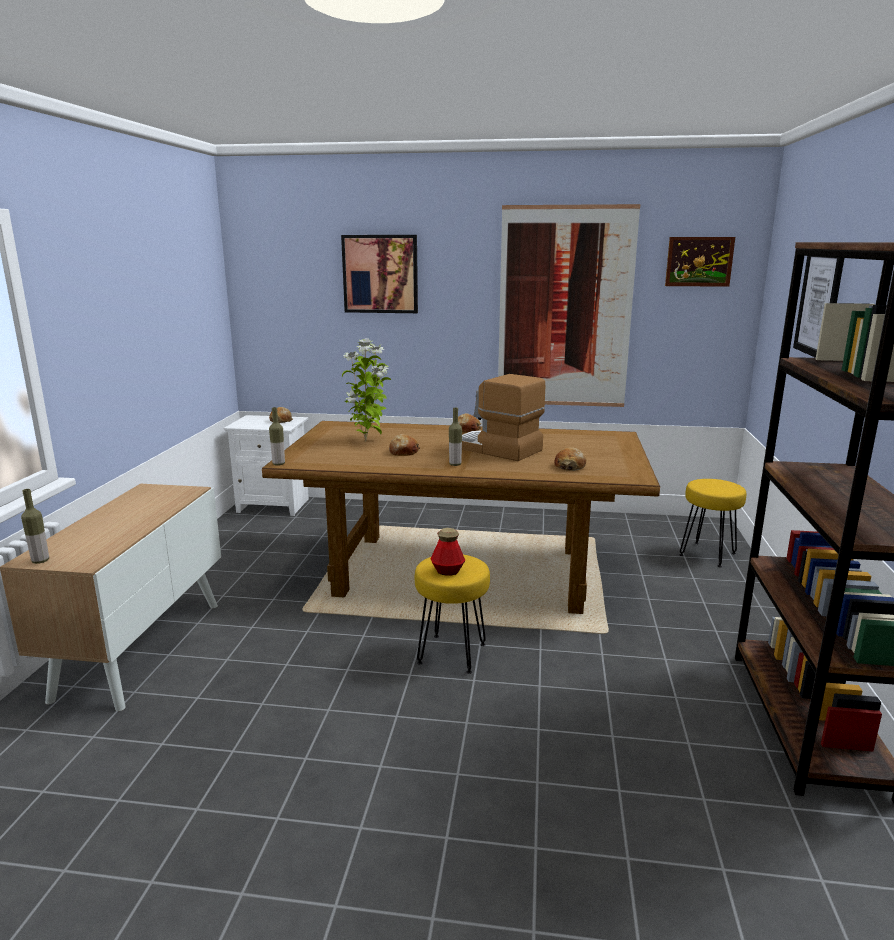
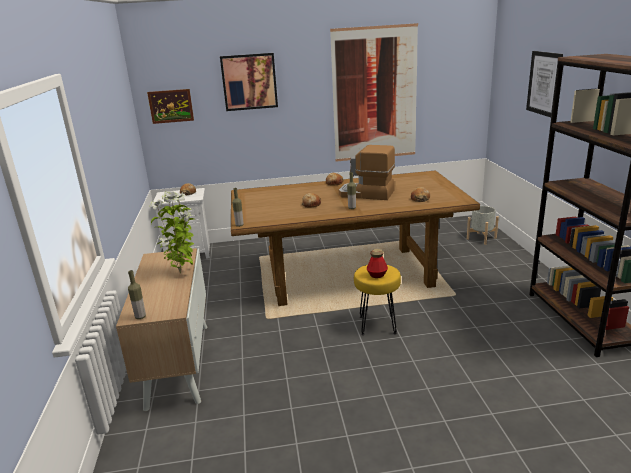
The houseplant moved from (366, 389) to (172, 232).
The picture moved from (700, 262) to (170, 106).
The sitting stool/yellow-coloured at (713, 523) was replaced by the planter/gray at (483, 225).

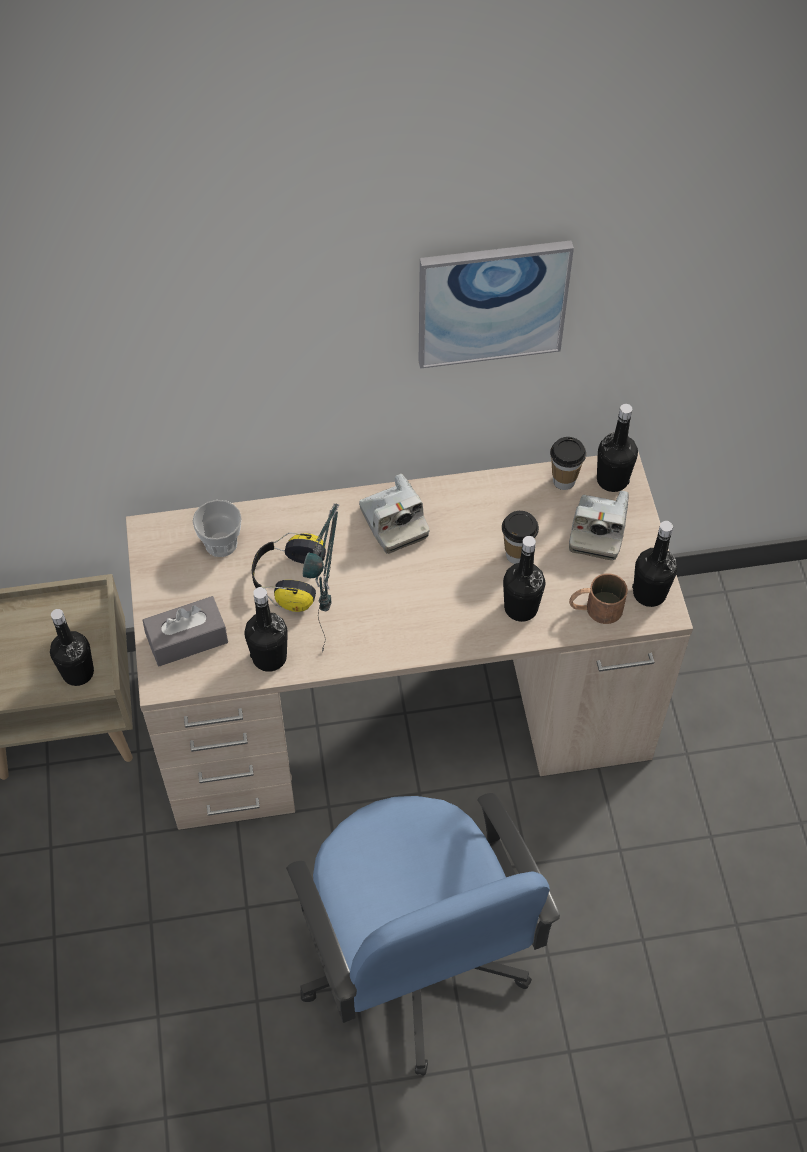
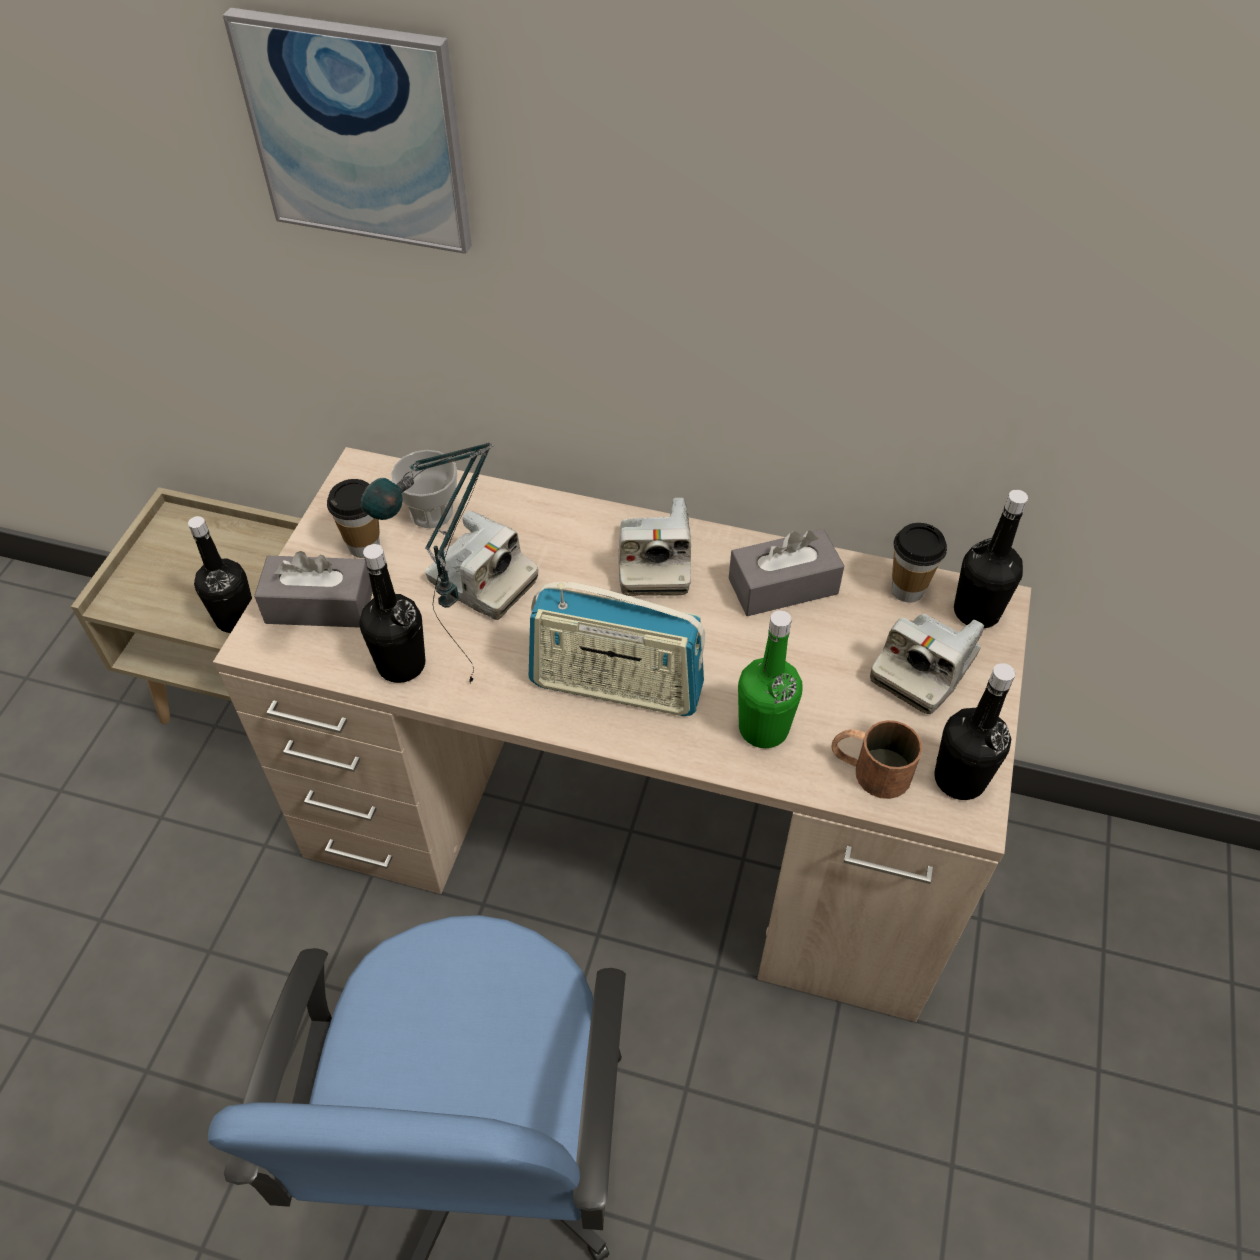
The radio set at (617, 649) appeared.
The box of tissues/gray at (786, 572) appeared.
The picture moved from (496, 304) to (347, 131).
The drinking cup moved from (520, 537) to (353, 518).
The headphones at (289, 572) was replaced by the still camera at (481, 565).
The drink bottle/black at (524, 579) became the drink bottle/green at (770, 679).

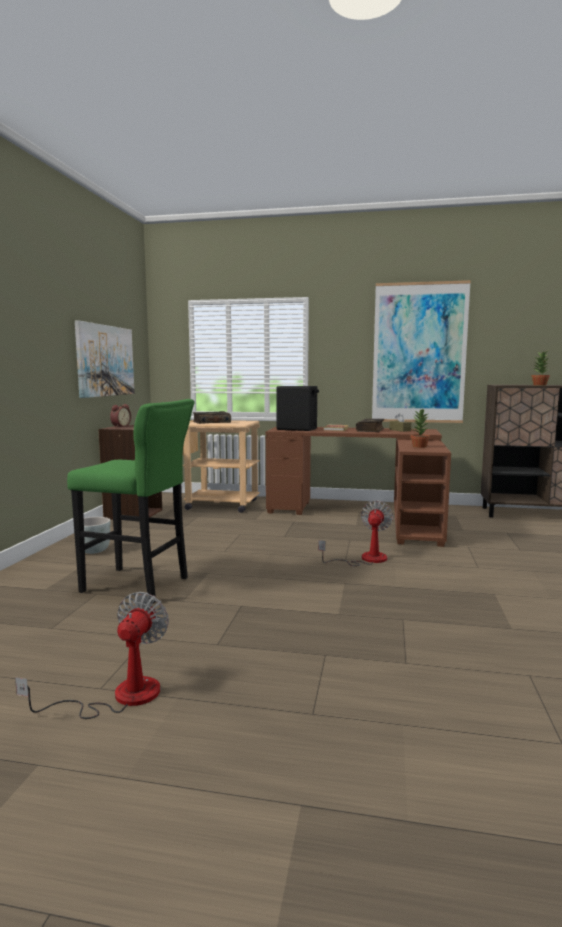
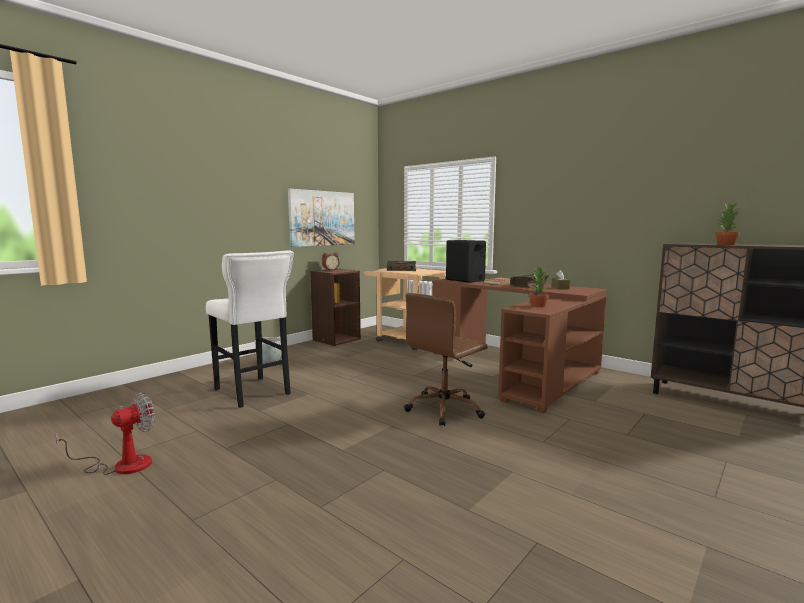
The picture at (421, 351) disappeared.
The fan at (355, 533) was replaced by the desk chair/brown-coloured at (446, 359).
The sitting stool/green at (131, 501) became the sitting stool/white-coloured at (250, 329).

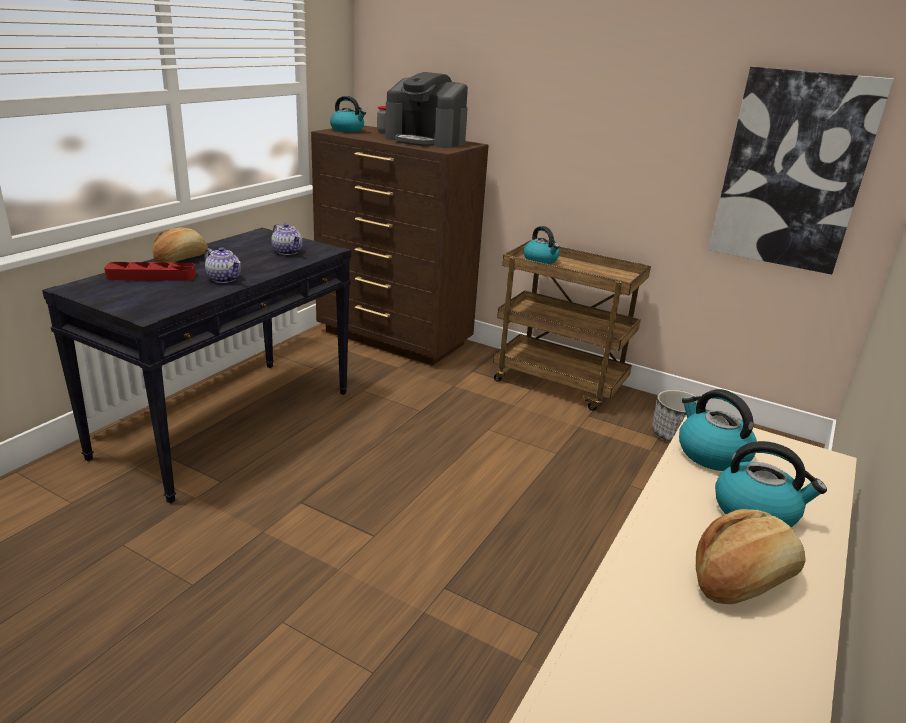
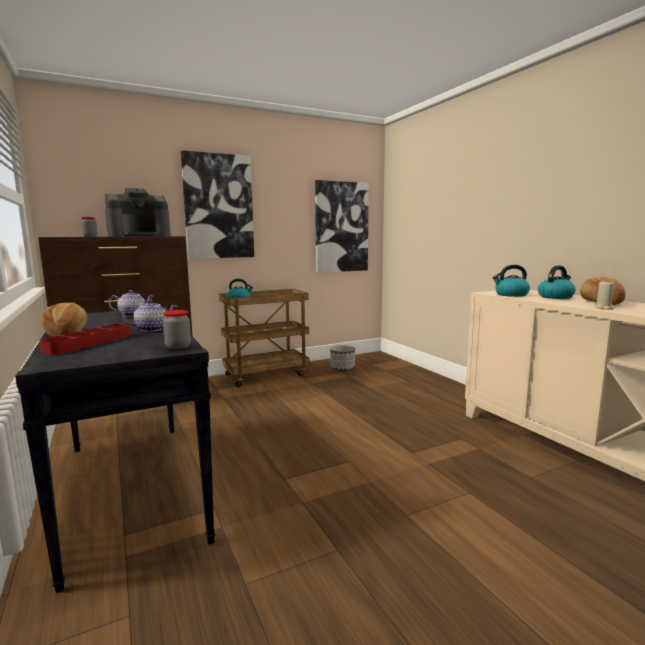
The tea kettle at (348, 114) disappeared.
The preserve jar at (177, 330) appeared.
The picture at (217, 204) appeared.
The wax light/sand-coloured at (604, 296) appeared.

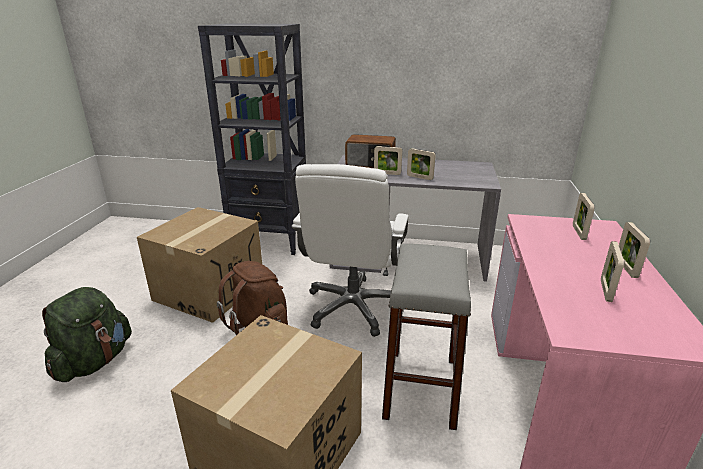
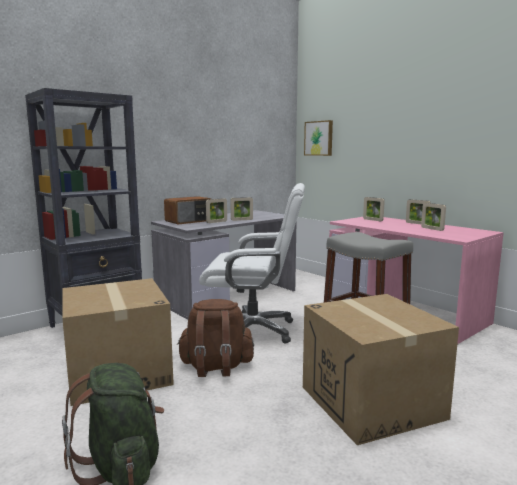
The picture at (318, 138) appeared.
The desk chair/white-coloured at (350, 250) turned 45 degrees counterclockwise.

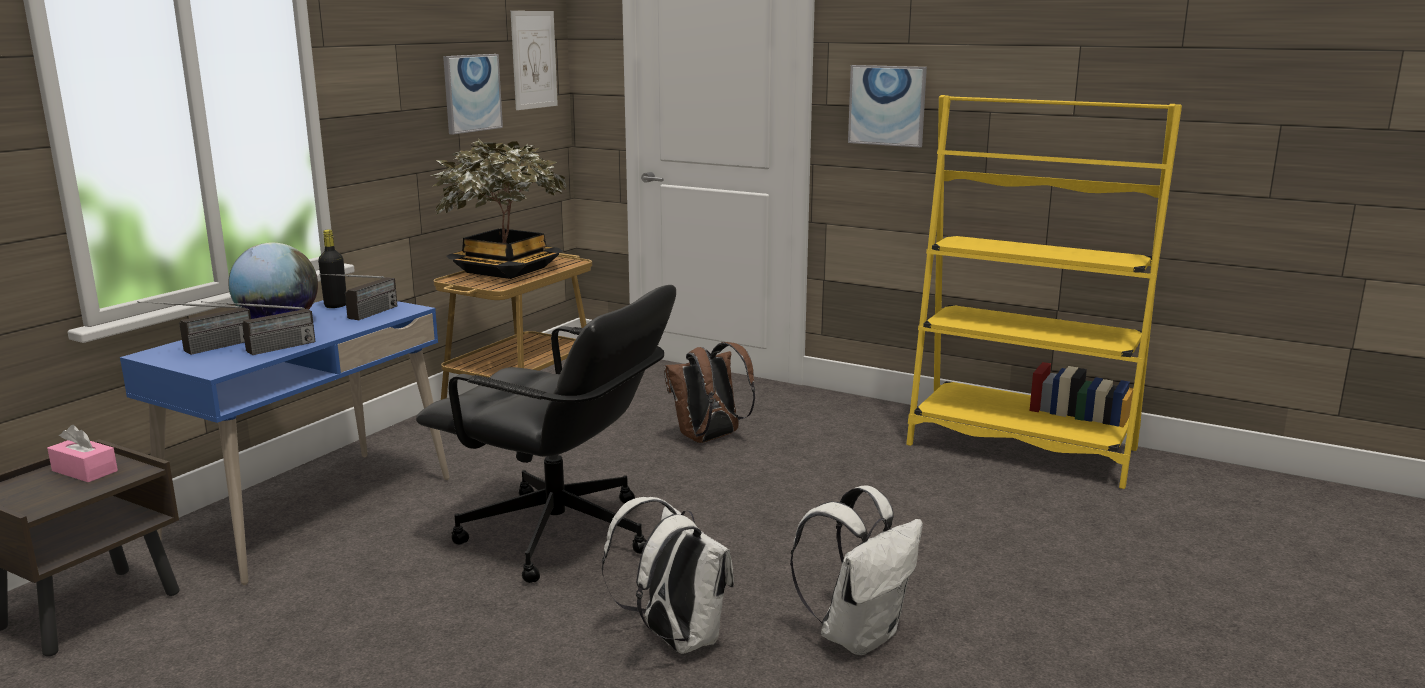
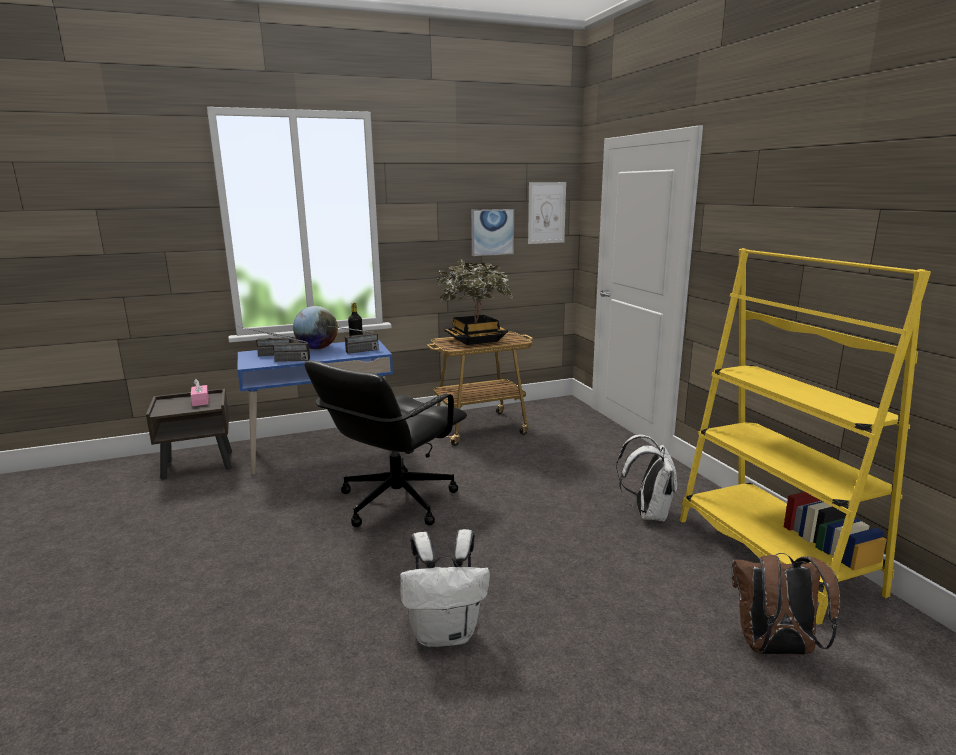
The picture at (887, 106) disappeared.
The rucksack/white-coloured moved from (668, 575) to (646, 478).
The rucksack/brown-coloured moved from (709, 392) to (786, 604).
The desk chair/black at (546, 434) turned 60 degrees clockwise.

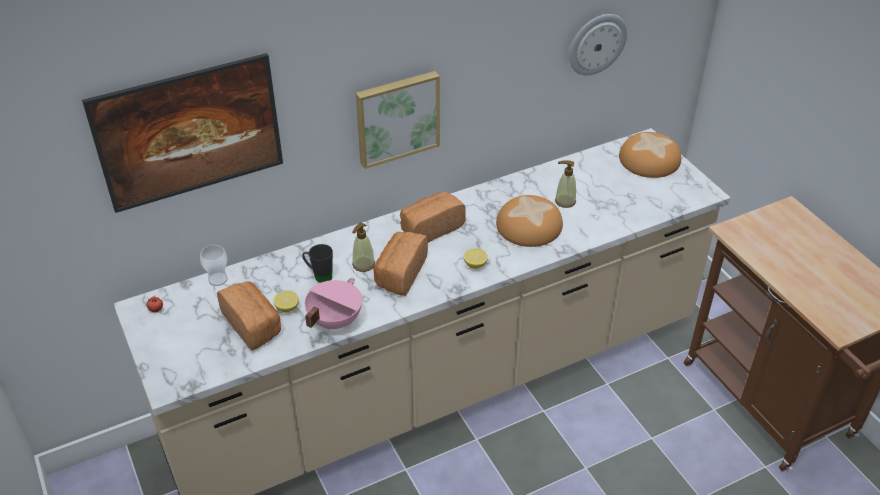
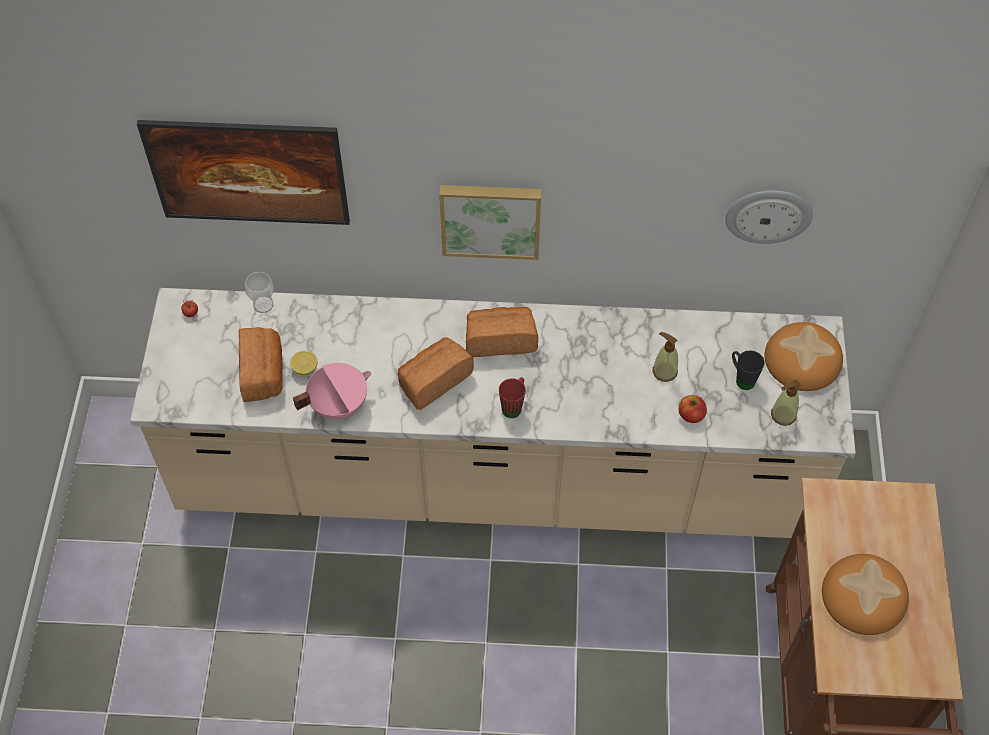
The whole apple at (692, 409) appeared.
The mug/black moved from (317, 263) to (748, 370).
The soap bottle moved from (363, 247) to (786, 402).
The bakery bread moved from (529, 221) to (865, 594).
The citrus fruit at (476, 258) was replaced by the mug/red at (512, 397).

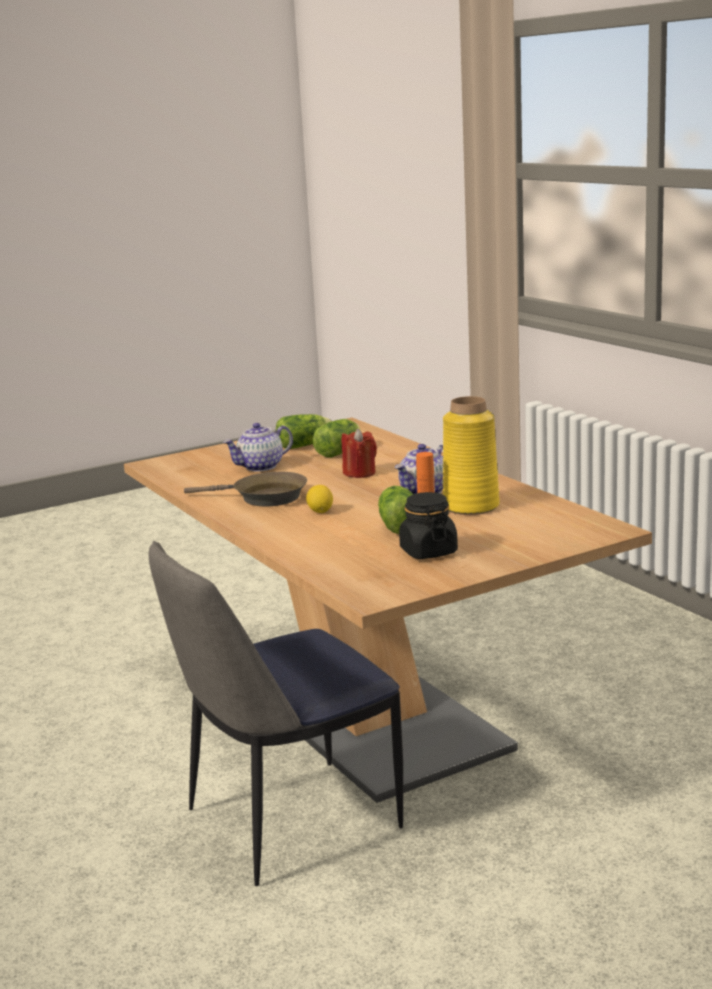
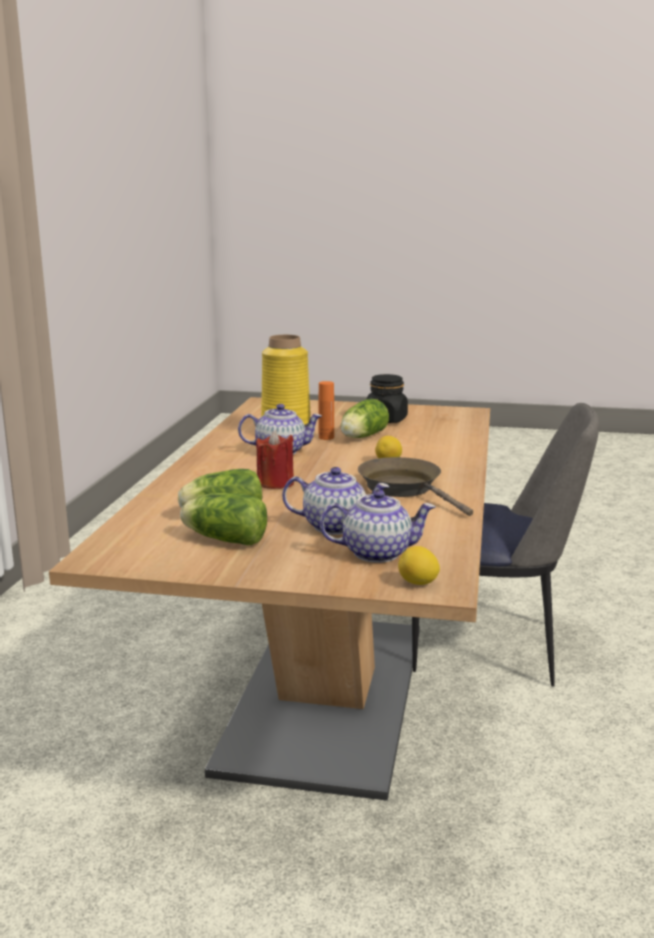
The pot for tea at (377, 526) appeared.
The citrus fruit at (419, 565) appeared.

